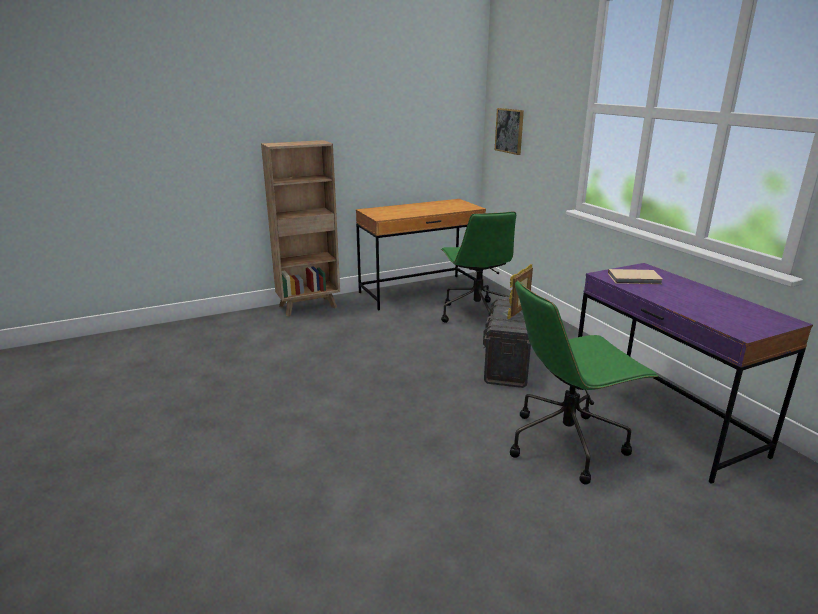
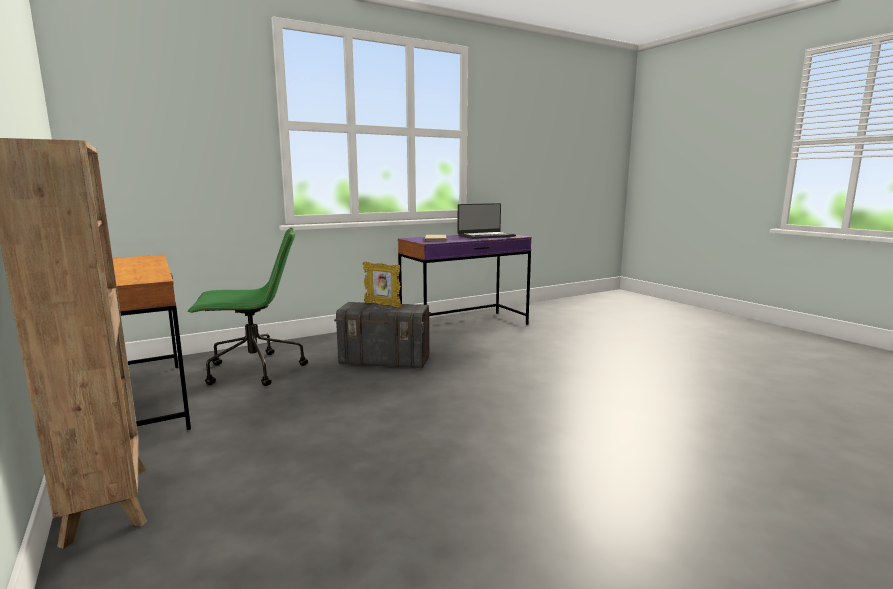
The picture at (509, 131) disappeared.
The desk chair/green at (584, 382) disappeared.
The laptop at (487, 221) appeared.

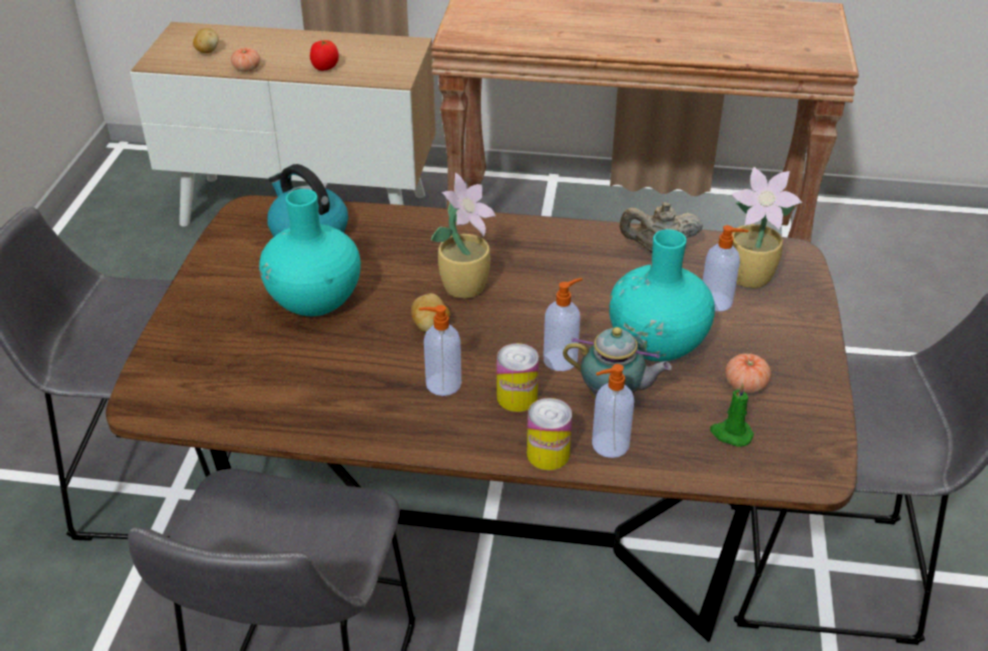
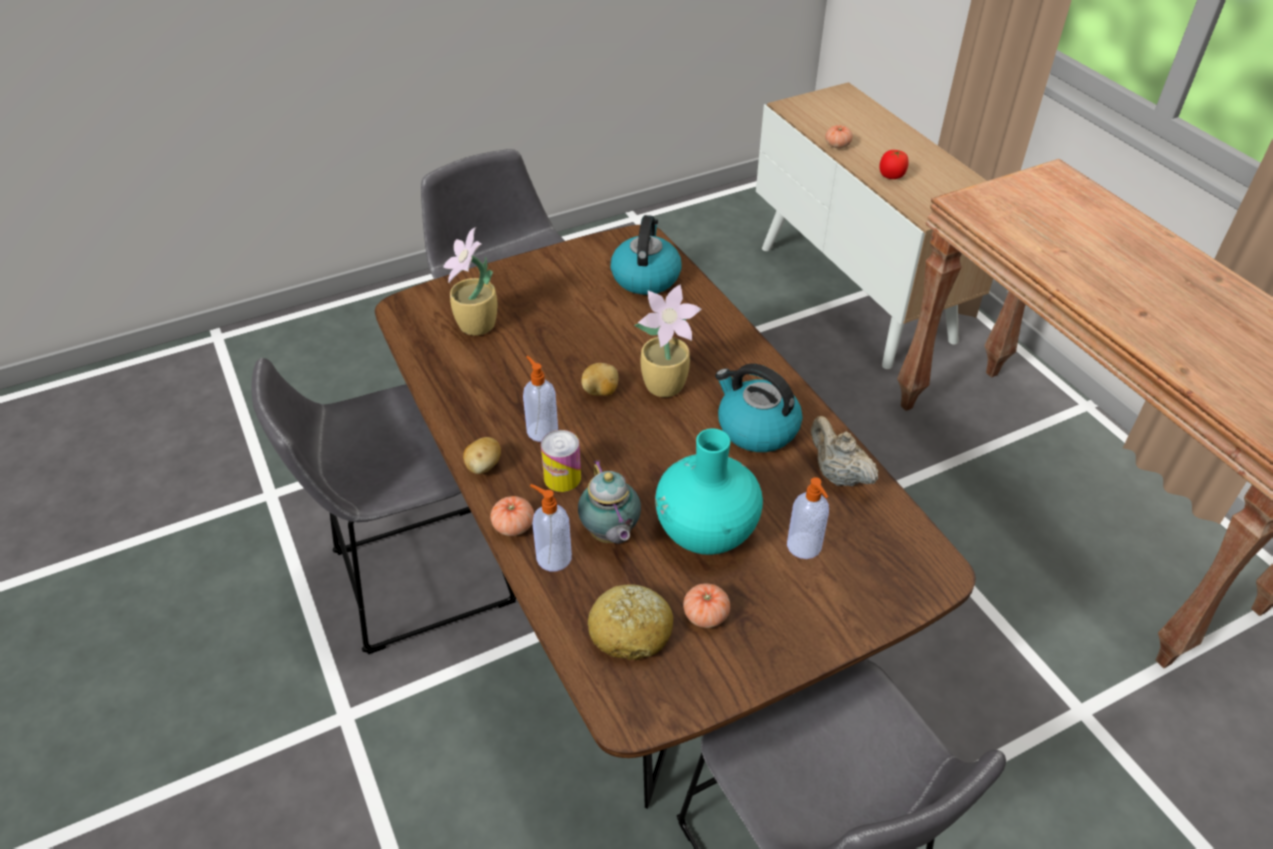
The flower vase/blue-green at (310, 252) disappeared.
The soap bottle at (562, 324) disappeared.
The tea kettle at (758, 408) appeared.
The whole potato moved from (206, 40) to (482, 455).
The houseplant moved from (766, 227) to (470, 281).
The can at (549, 434) was replaced by the whole tomato at (512, 516).
The wax light/green at (732, 415) was replaced by the bakery bread at (630, 622).

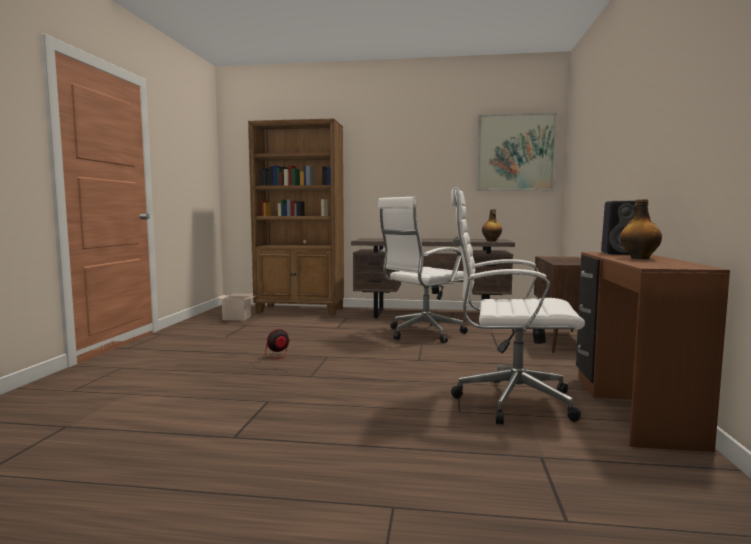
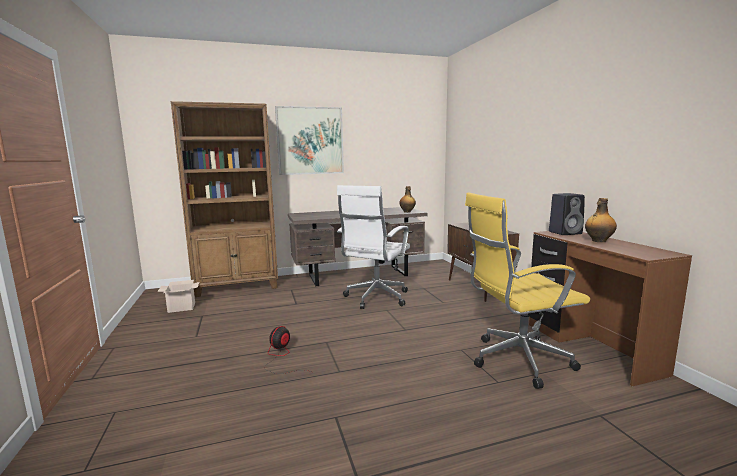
The picture moved from (517, 152) to (309, 140).
The desk chair/white-coloured at (518, 306) became the desk chair/yellow-coloured at (527, 290).

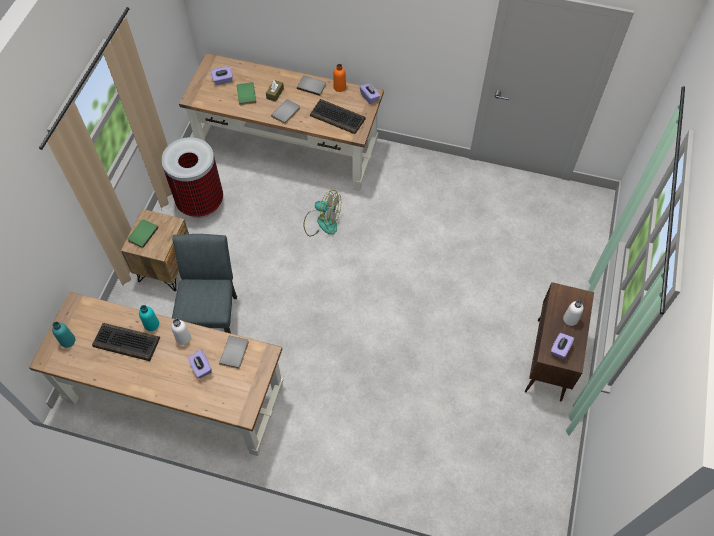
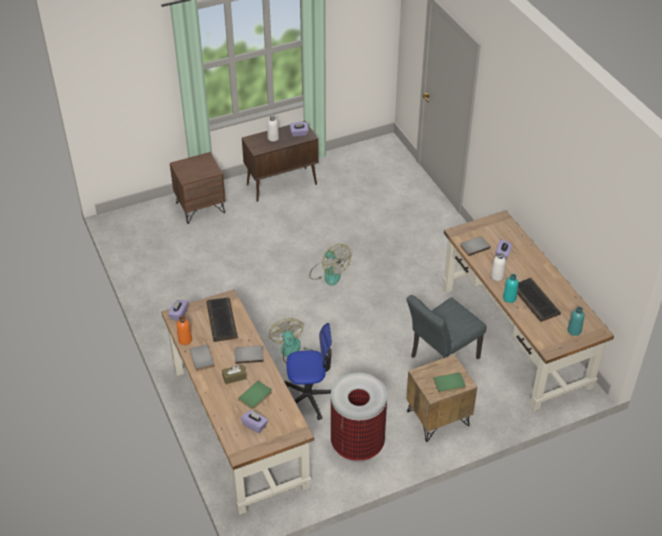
The night table/brown-coloured at (198, 188) appeared.
The desk chair at (308, 371) appeared.
The fan at (330, 265) appeared.

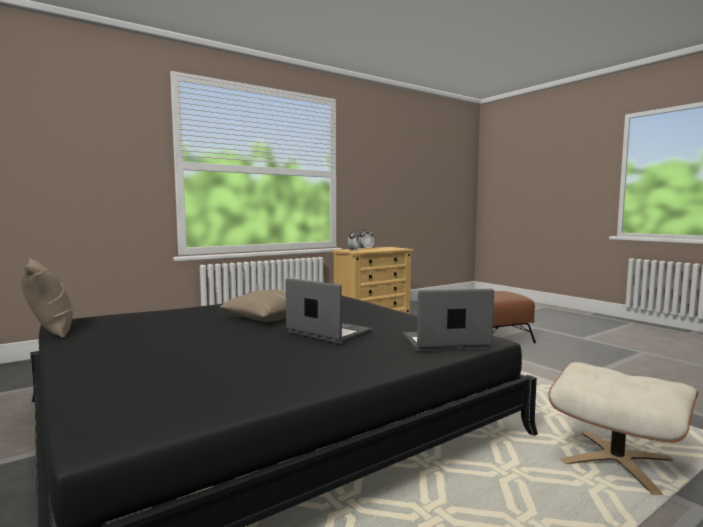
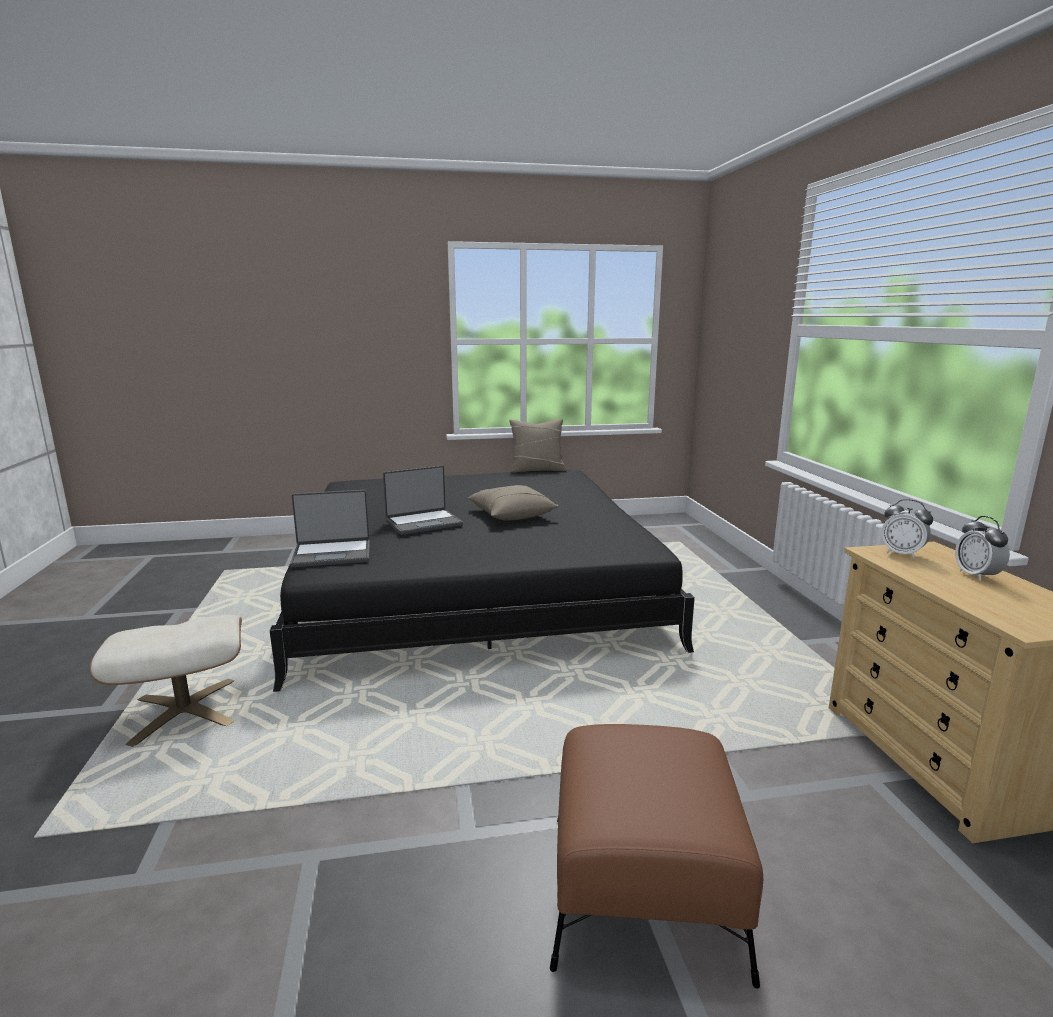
The laptop at (448, 320) turned 60 degrees clockwise.

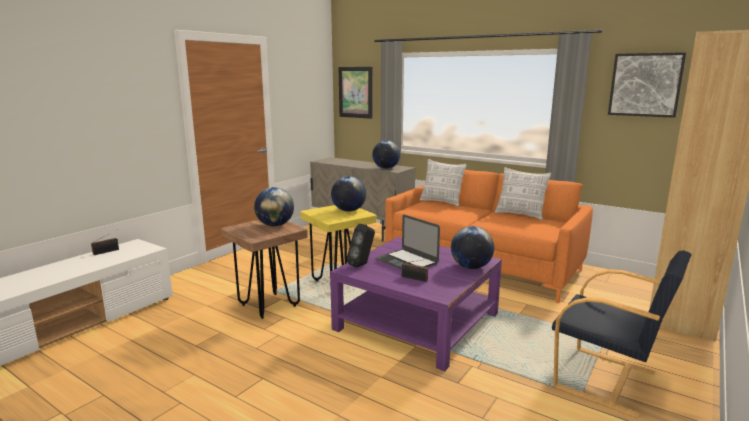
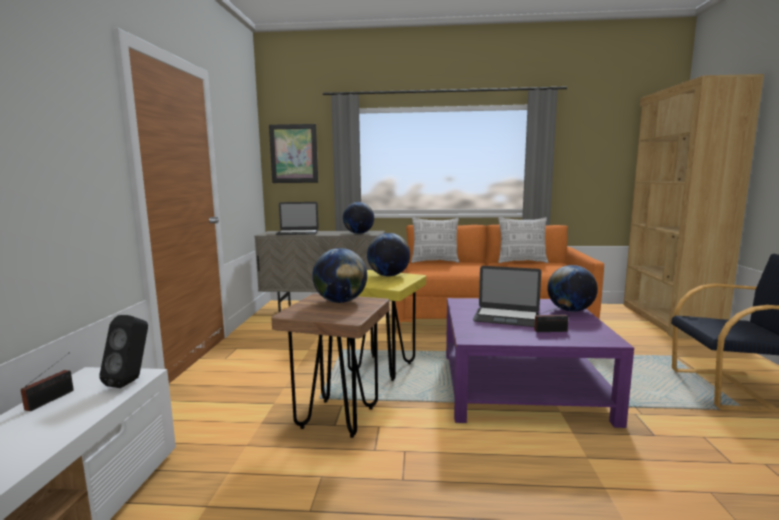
The picture at (647, 85) disappeared.
The laptop at (297, 218) appeared.
The audio speaker/black moved from (361, 246) to (123, 351).

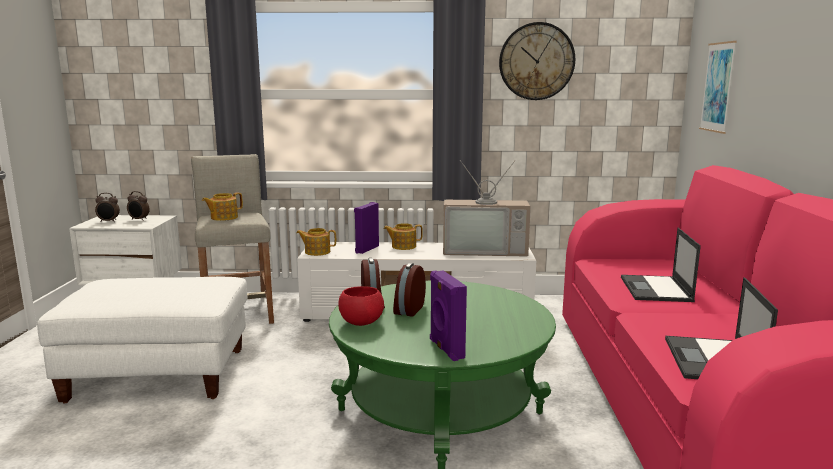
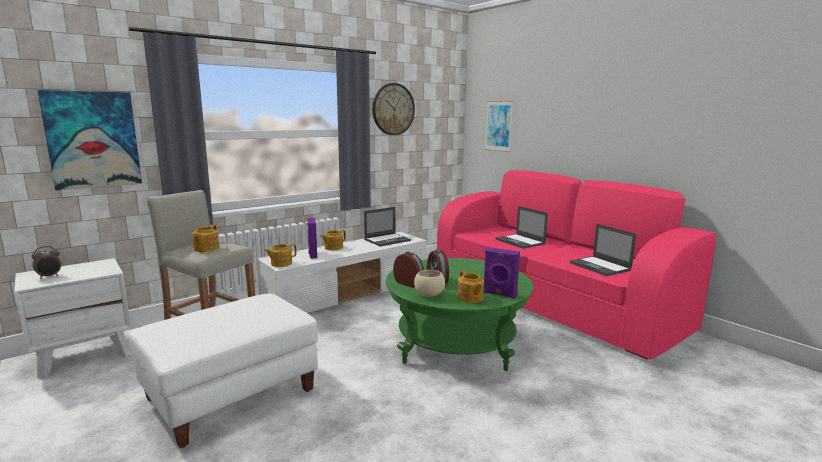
The alarm clock at (138, 206) disappeared.
The picture at (89, 140) appeared.
The pot for tea at (470, 287) appeared.
The television at (487, 208) was replaced by the laptop at (387, 227).
The deep dish/red at (361, 306) became the deep dish/sand-coloured at (429, 283).

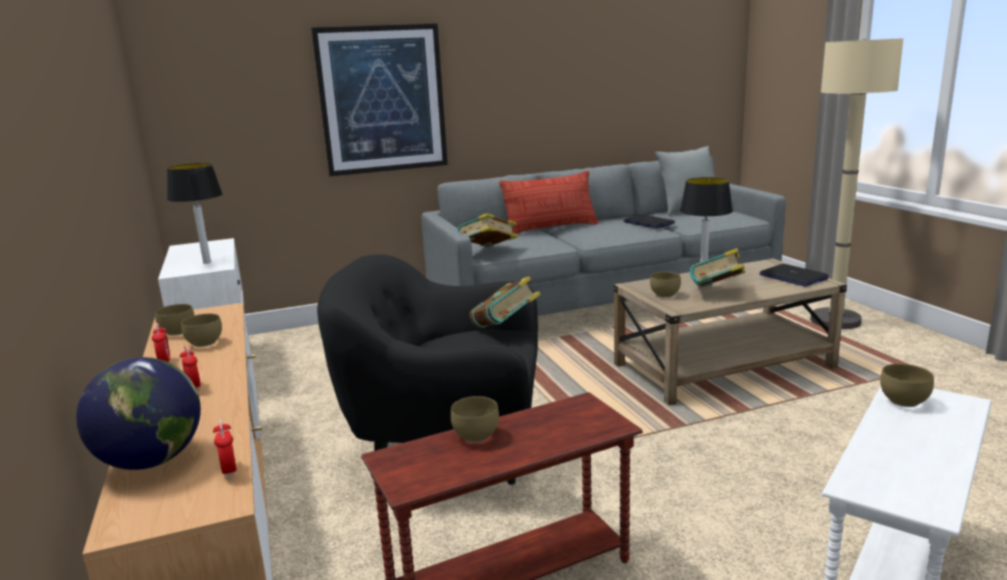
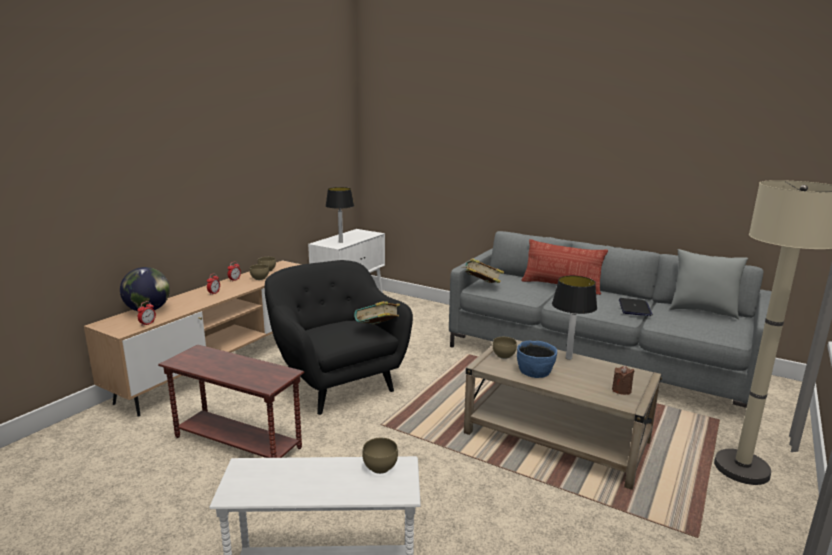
The picture at (379, 99) disappeared.
The deep dish/brown-coloured at (475, 419) disappeared.
The bound book at (717, 267) was replaced by the deep dish/blue at (537, 359).
The laptop at (794, 275) was replaced by the wax light/brown-coloured at (623, 380).

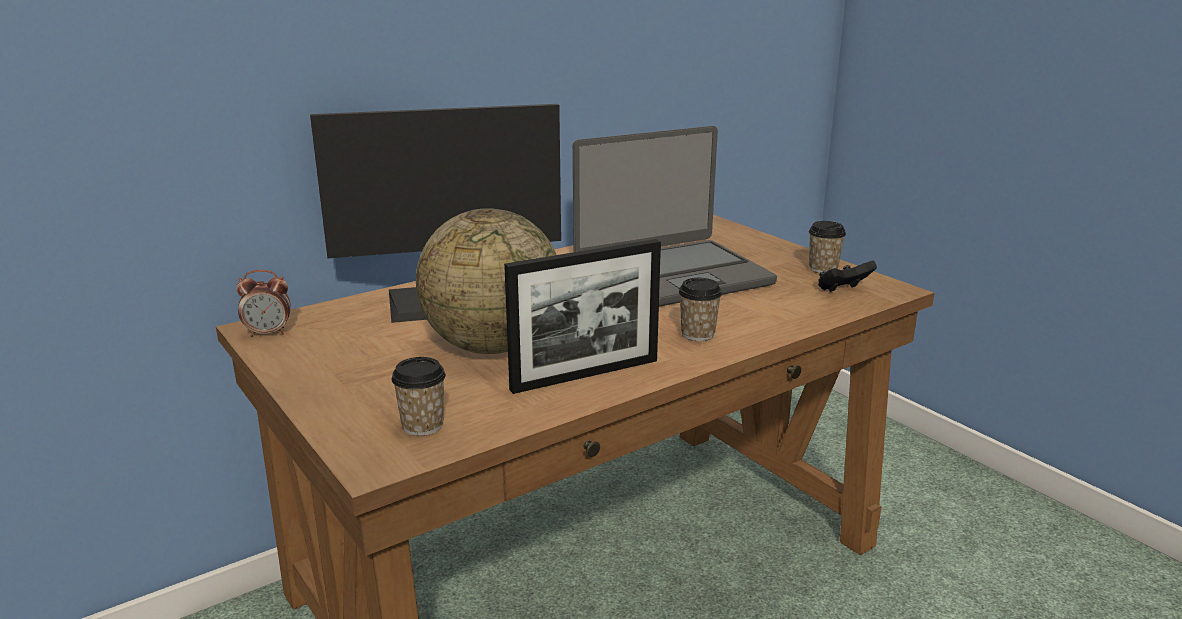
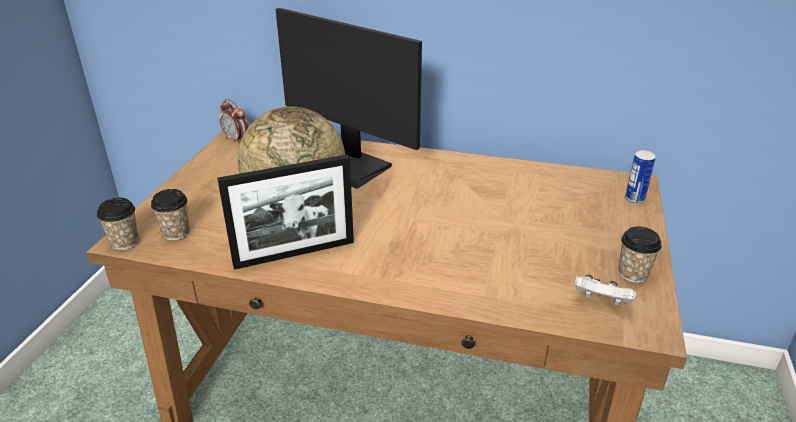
The laptop at (675, 216) disappeared.
The can at (640, 177) appeared.
The drinking cup moved from (700, 309) to (118, 224).
The gamepad/black at (847, 276) became the gamepad/white-coloured at (605, 290).
The photo frame at (582, 316) turned 45 degrees counterclockwise.

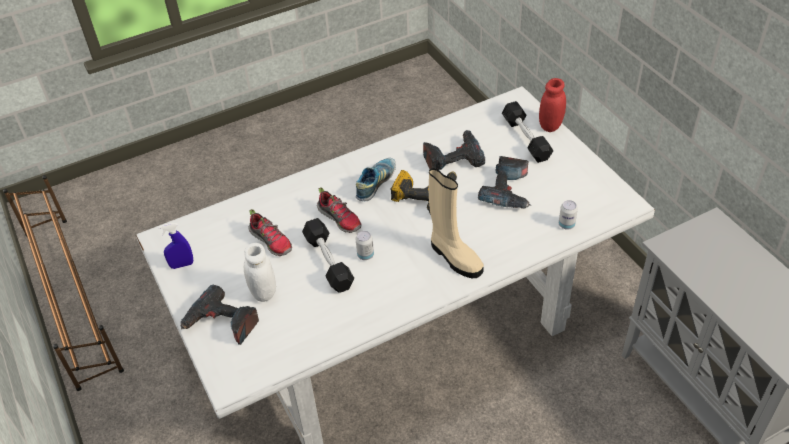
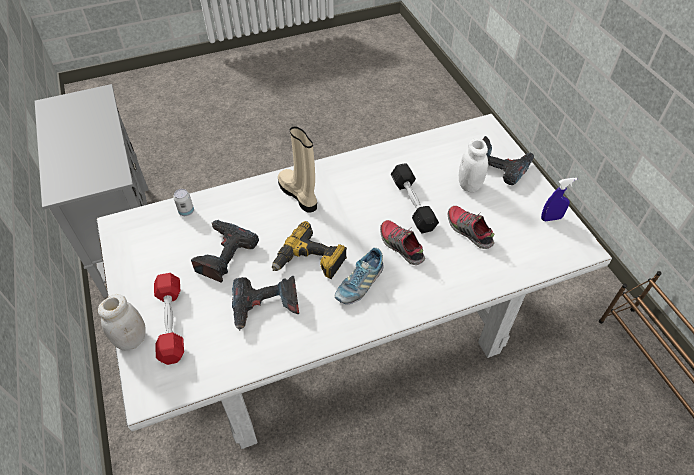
The can at (365, 245) disappeared.
The dumbbell/black at (527, 132) became the dumbbell/red at (169, 319).
The preserve jar/red at (552, 105) became the preserve jar/white-coloured at (122, 322).

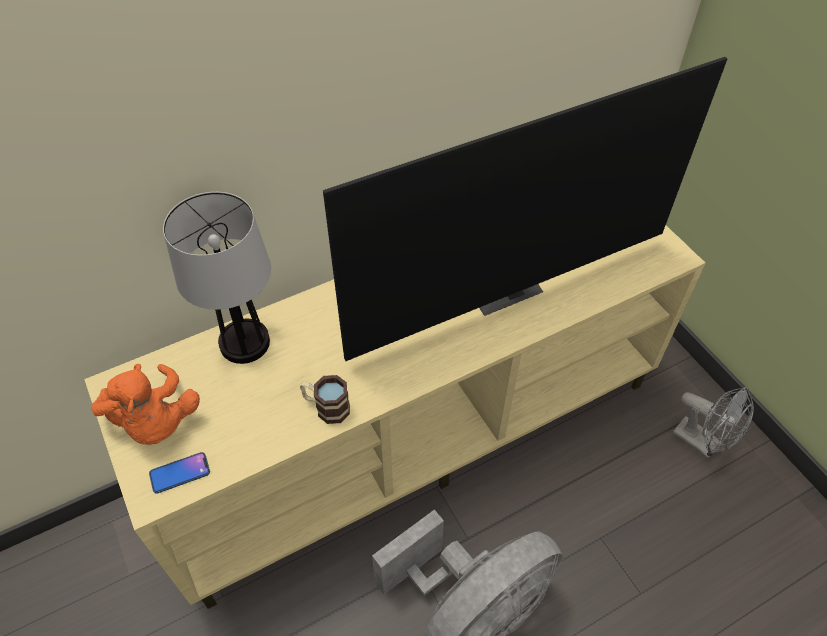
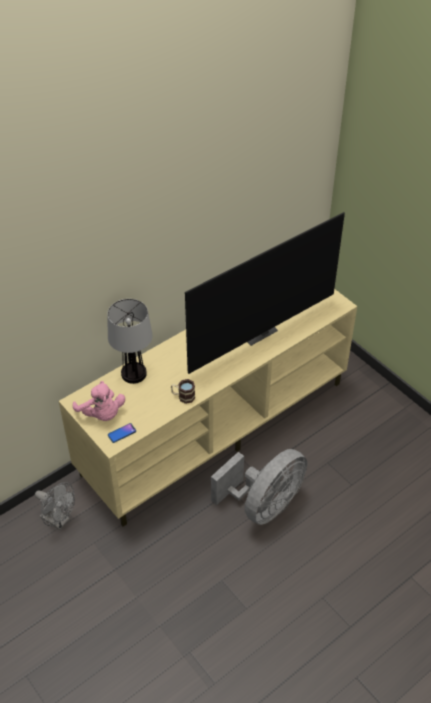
The fan/gray moved from (713, 423) to (55, 506).
The soft toy/orange at (146, 404) became the soft toy/pink-coloured at (99, 401).

